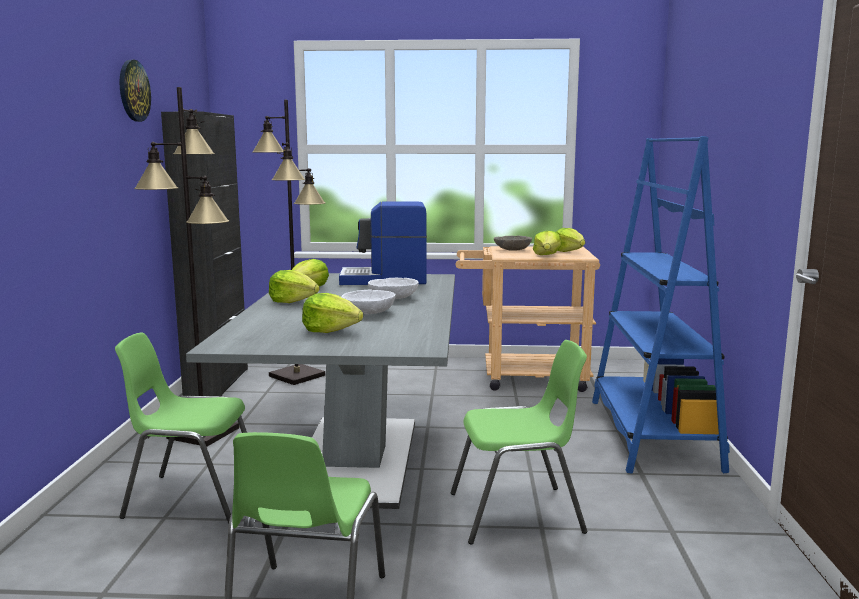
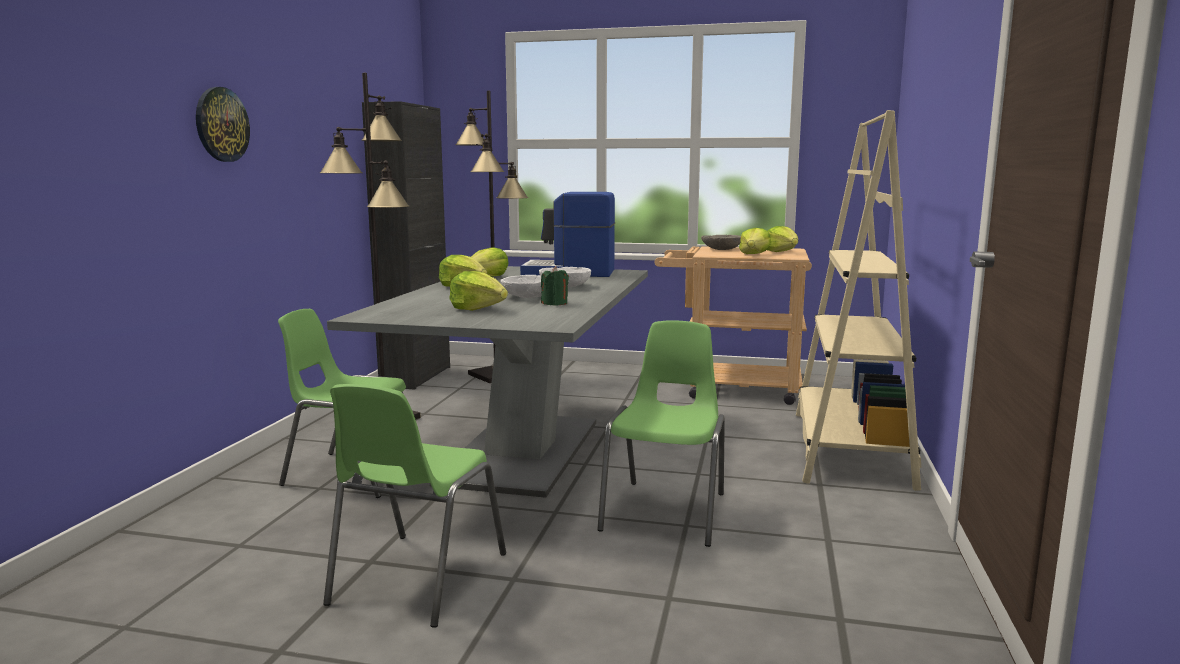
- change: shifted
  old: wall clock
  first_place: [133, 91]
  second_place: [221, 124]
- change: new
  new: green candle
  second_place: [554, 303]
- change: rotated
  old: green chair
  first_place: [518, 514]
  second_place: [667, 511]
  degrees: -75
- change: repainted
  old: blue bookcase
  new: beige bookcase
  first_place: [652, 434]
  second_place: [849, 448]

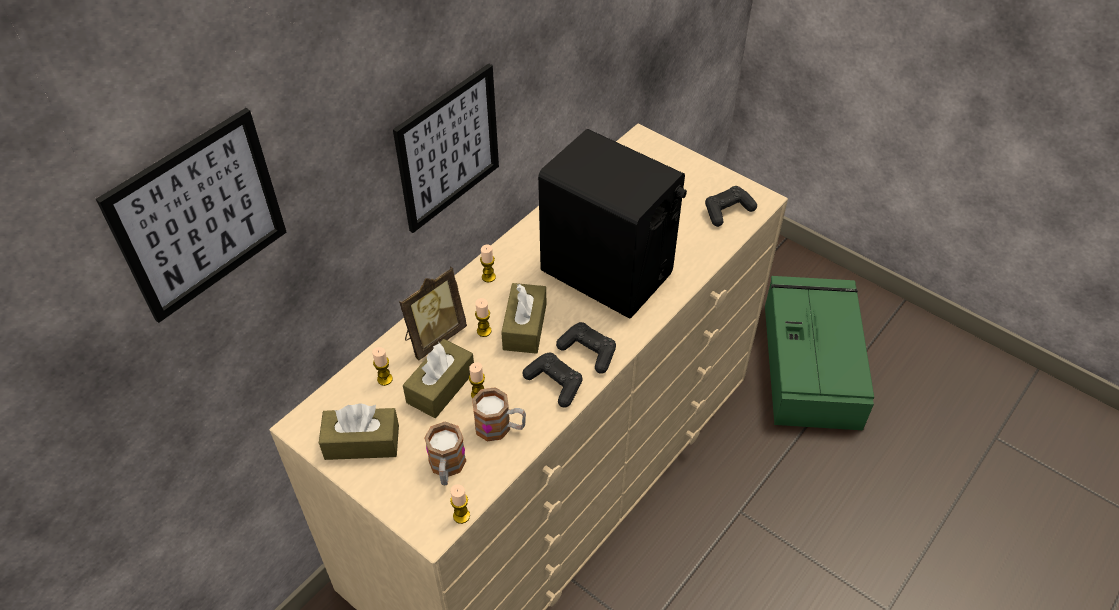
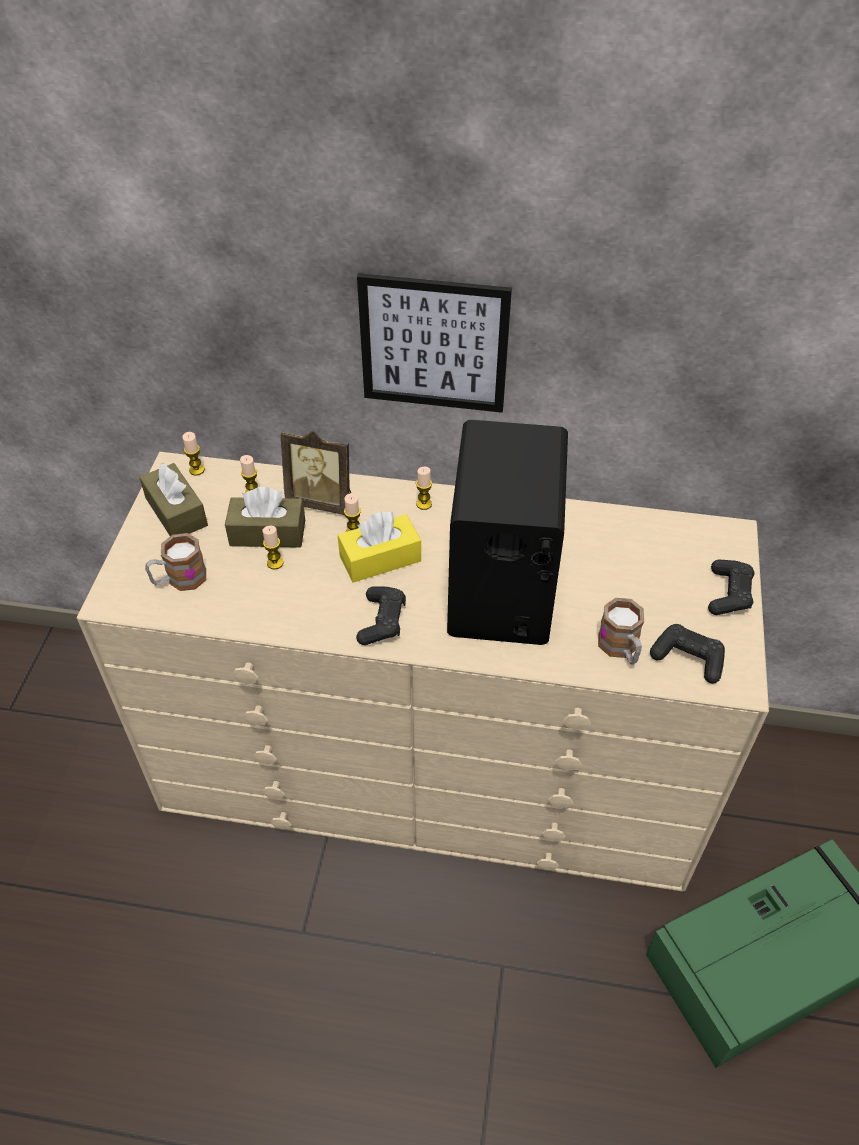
- change: shifted
  old: candle
  first_place: [461, 516]
  second_place: [196, 470]
- change: repainted
  old: brown tissue box
  new: yellow tissue box
  first_place: [525, 327]
  second_place: [380, 558]
- change: shifted
  old: mug
  first_place: [500, 427]
  second_place: [621, 649]
- change: shifted
  old: black game controller
  first_place: [554, 383]
  second_place: [729, 594]
- change: gone
  old: picture
  first_place: [199, 216]

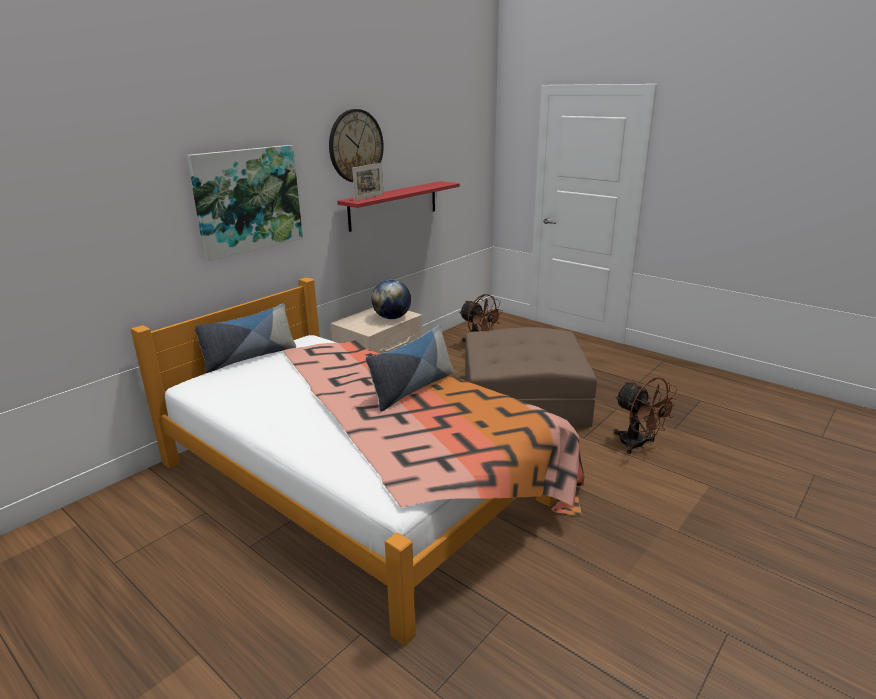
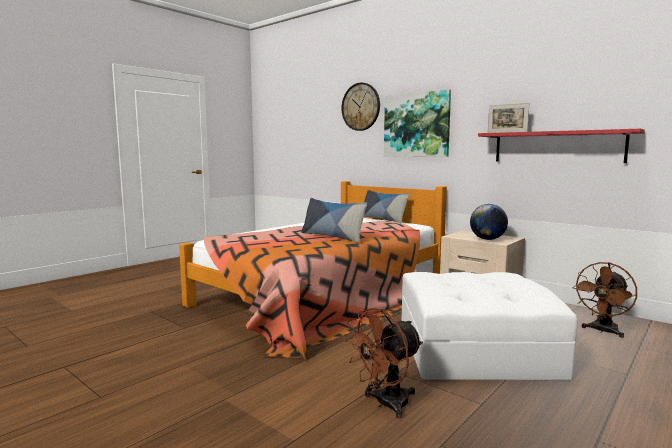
- change: shifted
  old: wall clock
  first_place: [356, 146]
  second_place: [361, 107]
- change: repainted
  old: brown ottoman
  new: white ottoman
  first_place: [523, 398]
  second_place: [475, 347]

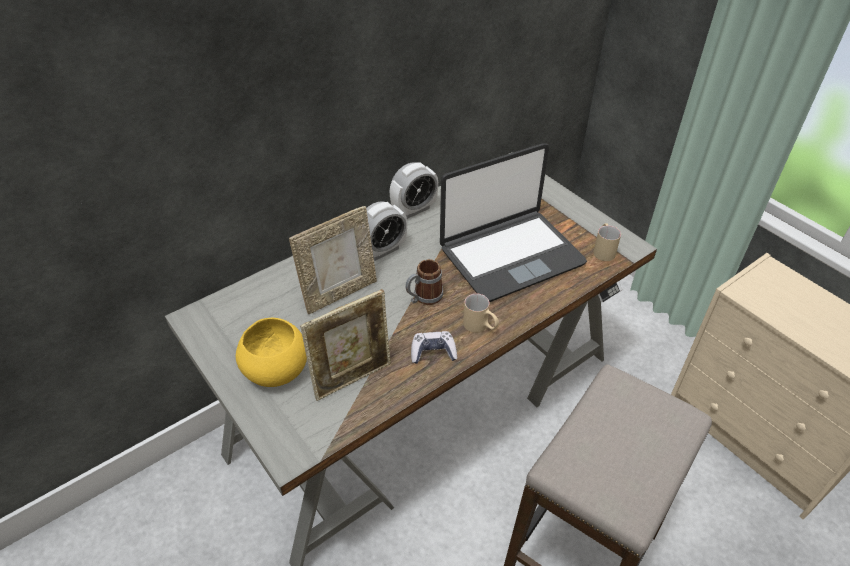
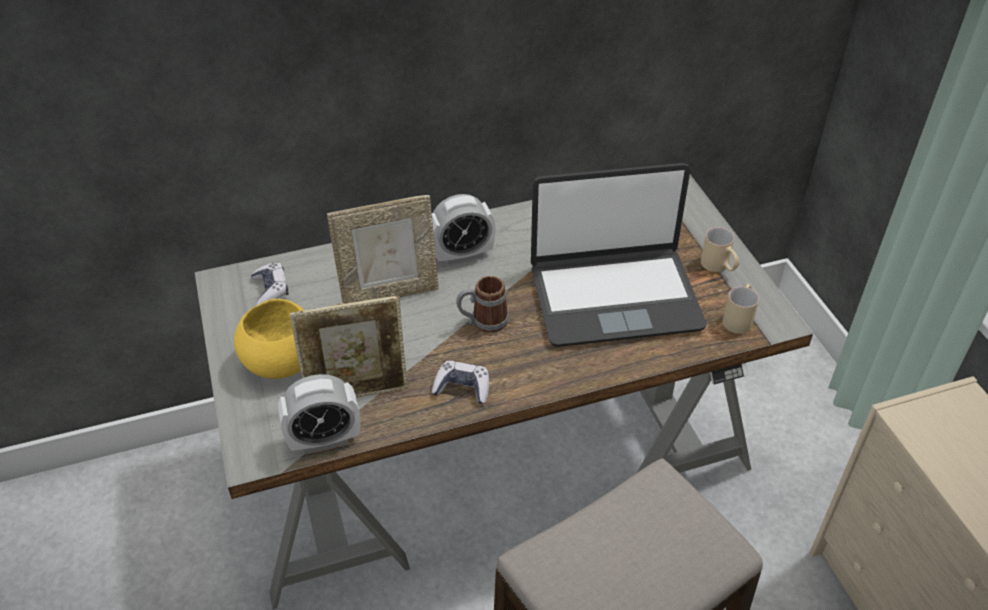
- change: new
  new: game controller
  second_place: [271, 290]
- change: shifted
  old: alarm clock
  first_place: [414, 210]
  second_place: [325, 439]
- change: shifted
  old: beige mug
  first_place: [480, 327]
  second_place: [719, 267]

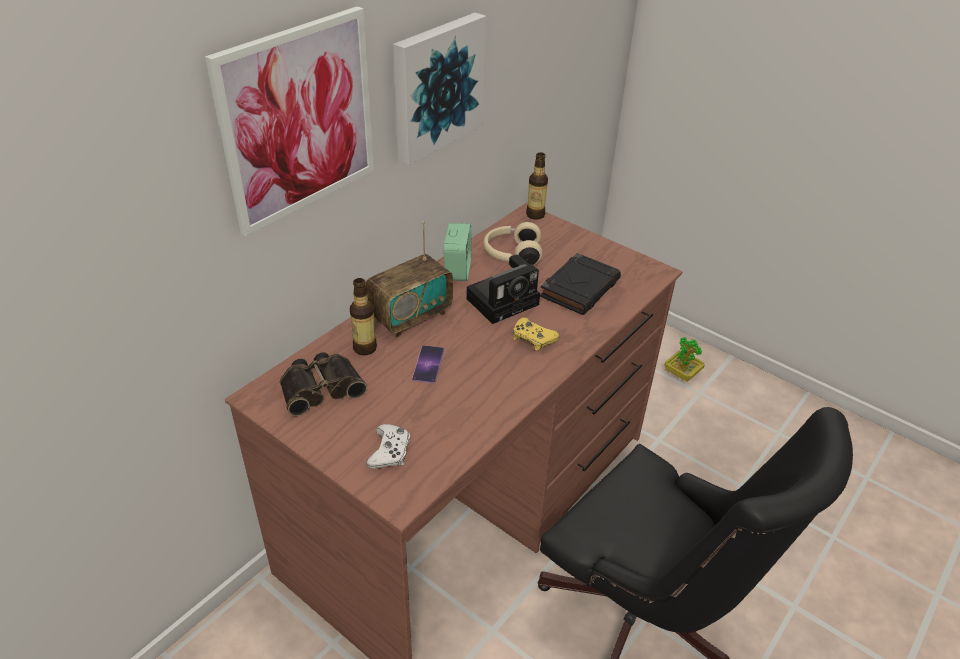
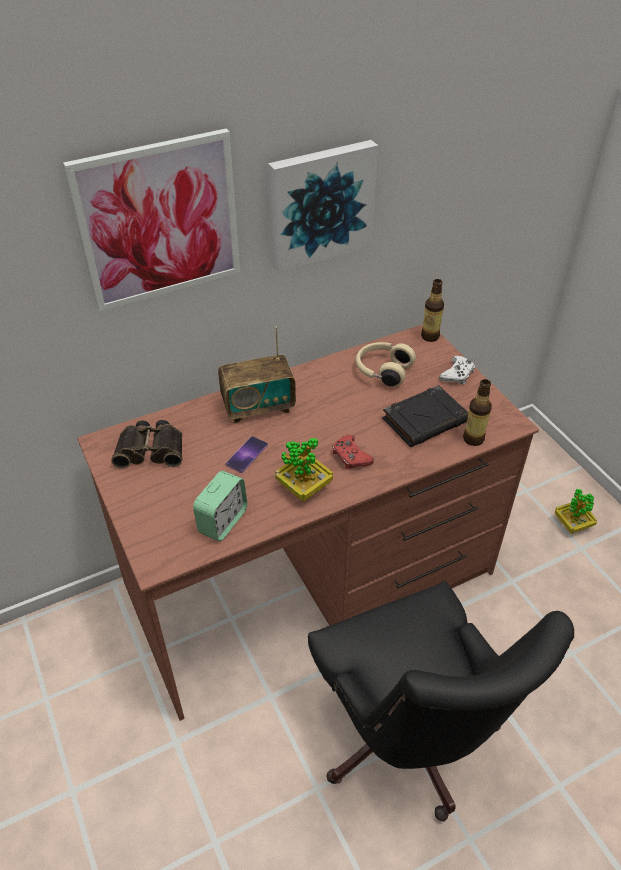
- change: shifted
  old: alarm clock
  first_place: [457, 270]
  second_place: [222, 521]
- change: new
  new: potted plant
  second_place: [304, 487]
- change: repainted
  old: yellow game controller
  new: red game controller
  first_place: [533, 338]
  second_place: [350, 456]
- change: shifted
  old: white game controller
  first_place: [390, 451]
  second_place: [457, 374]
- change: shifted
  old: bottle
  first_place: [365, 348]
  second_place: [473, 439]
- change: gone
  old: photo camera
  first_place: [504, 300]

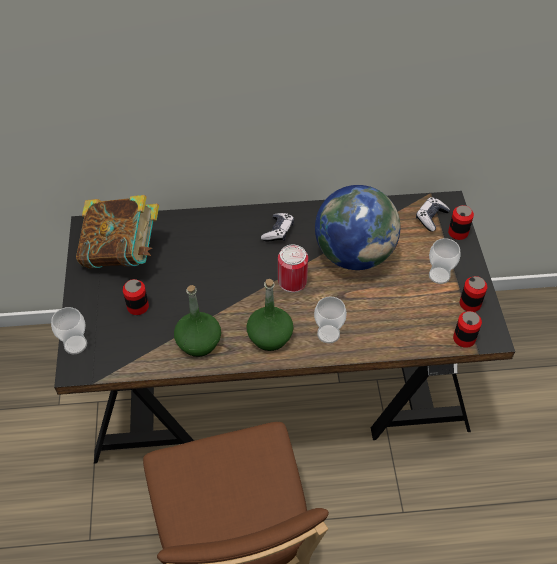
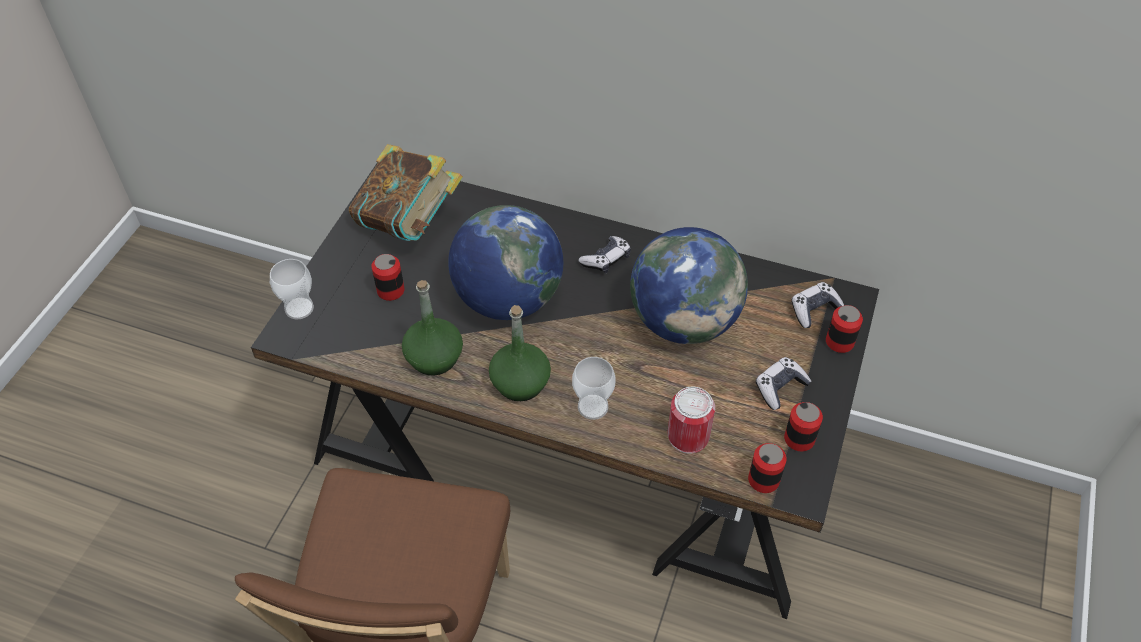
- change: new
  new: globe
  second_place: [508, 299]
- change: shifted
  old: can
  first_place: [292, 281]
  second_place: [688, 436]
- change: swapped
  old: cup
  new: game controller
  first_place: [439, 275]
  second_place: [780, 387]

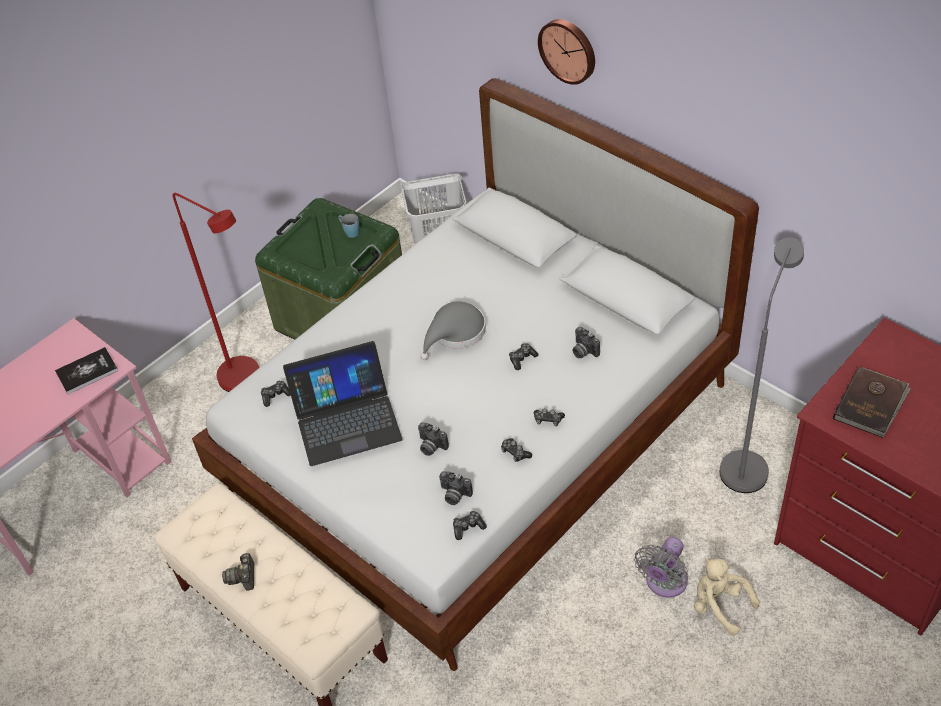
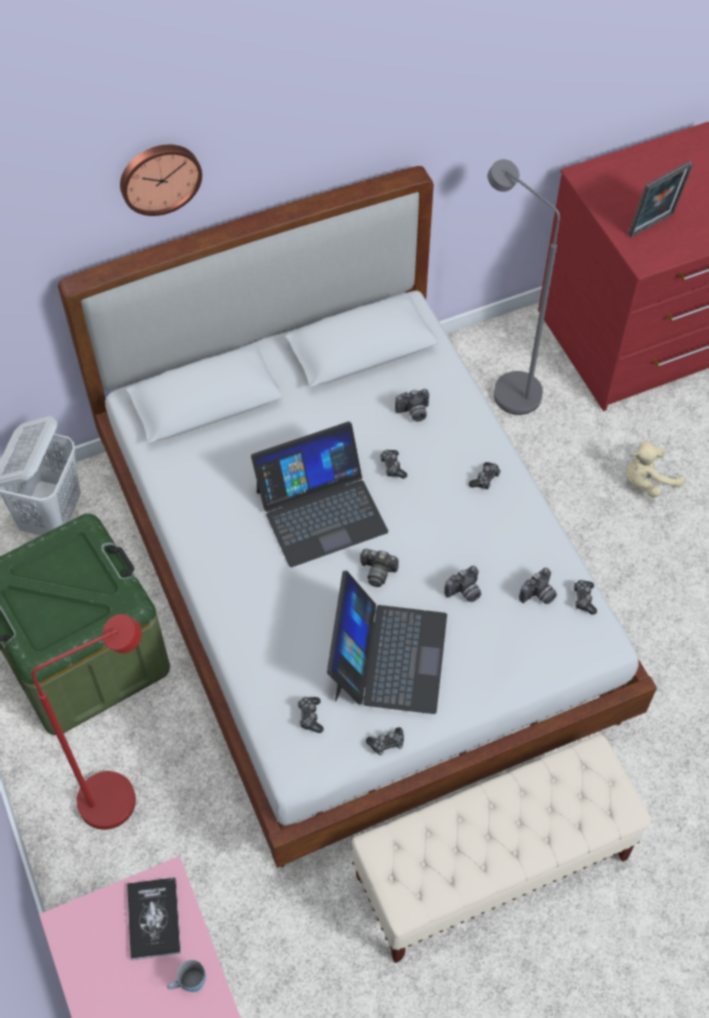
- change: shifted
  old: blue mug
  first_place: [349, 232]
  second_place: [188, 984]
- change: swapped
  old: grey hat
  new: laptop
  first_place: [455, 333]
  second_place: [321, 510]
- change: shifted
  old: photo camera
  first_place: [243, 577]
  second_place: [378, 571]
- change: shifted
  old: game controller
  first_place: [515, 453]
  second_place: [387, 743]
- change: swapped
  old: brown book
  new: picture frame
  first_place: [871, 404]
  second_place: [653, 226]
- change: gone
  old: grey fan
  first_place: [664, 583]

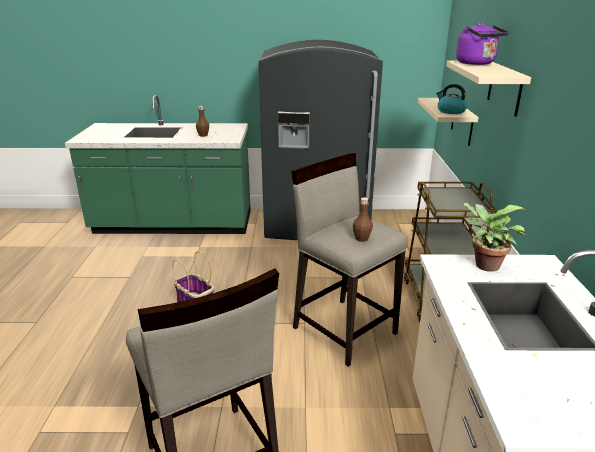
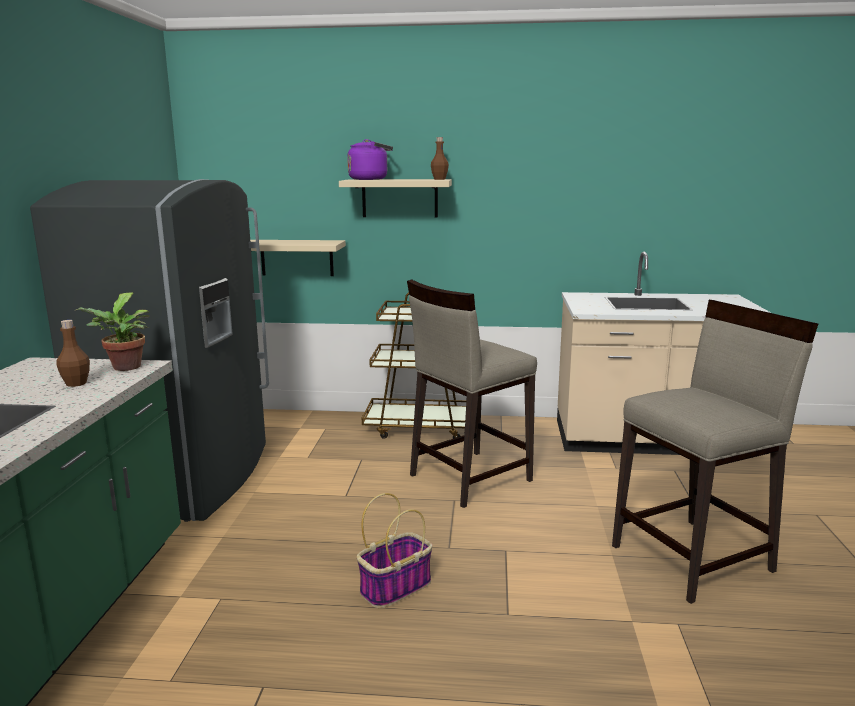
- change: shifted
  old: potted plant
  first_place: [483, 265]
  second_place: [124, 368]
- change: shifted
  old: brown bottle
  first_place: [362, 239]
  second_place: [439, 179]
- change: gone
  old: kettle
  first_place: [450, 111]

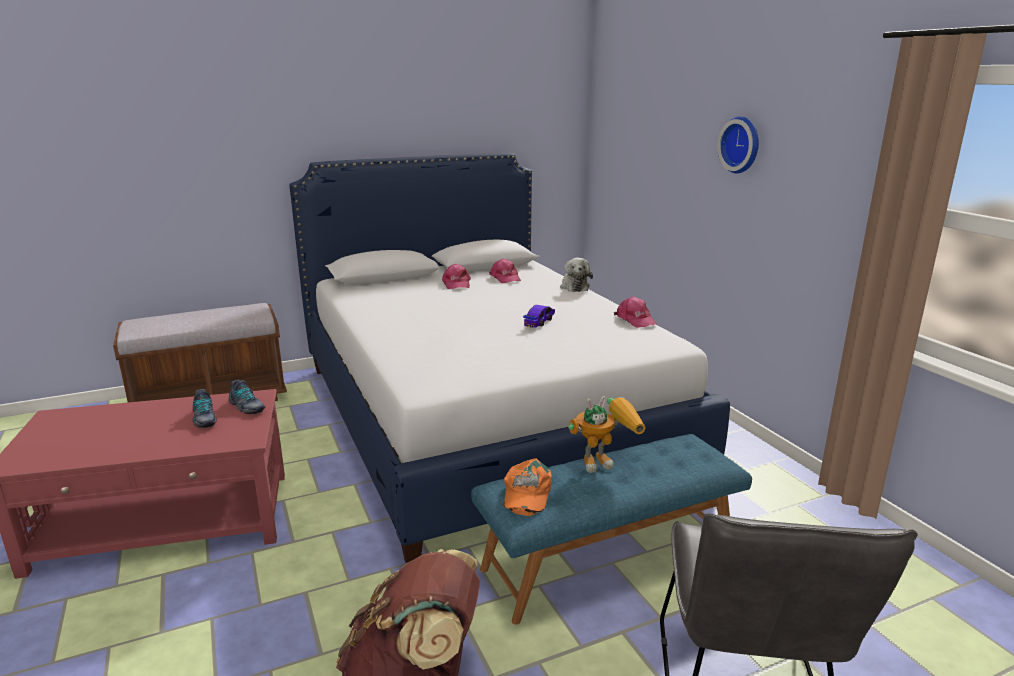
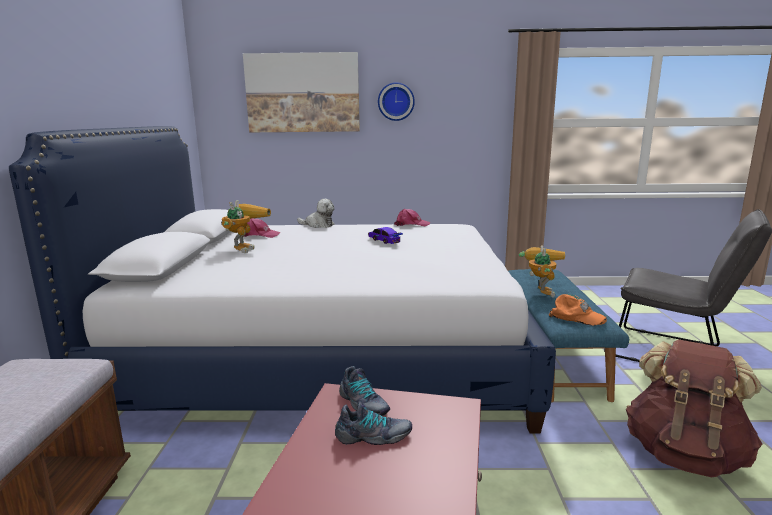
- change: swapped
  old: pink cap
  new: toy robot
  first_place: [456, 284]
  second_place: [245, 248]
- change: new
  new: picture
  second_place: [303, 93]
- change: rotated
  old: shoe
  first_place: [246, 407]
  second_place: [363, 404]
  degrees: 75

